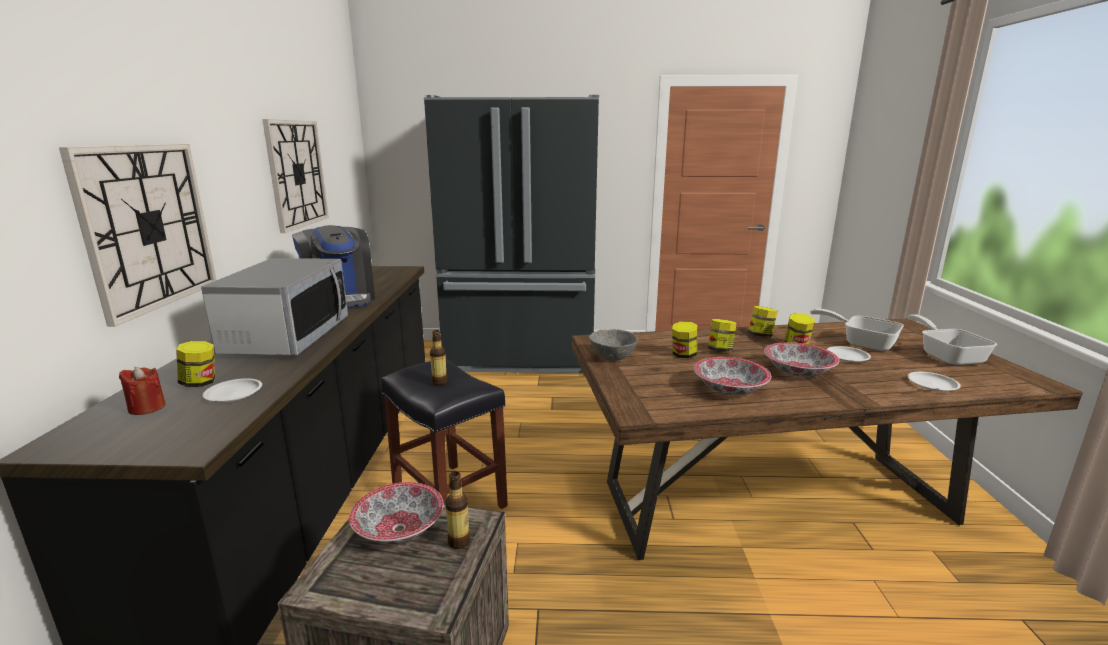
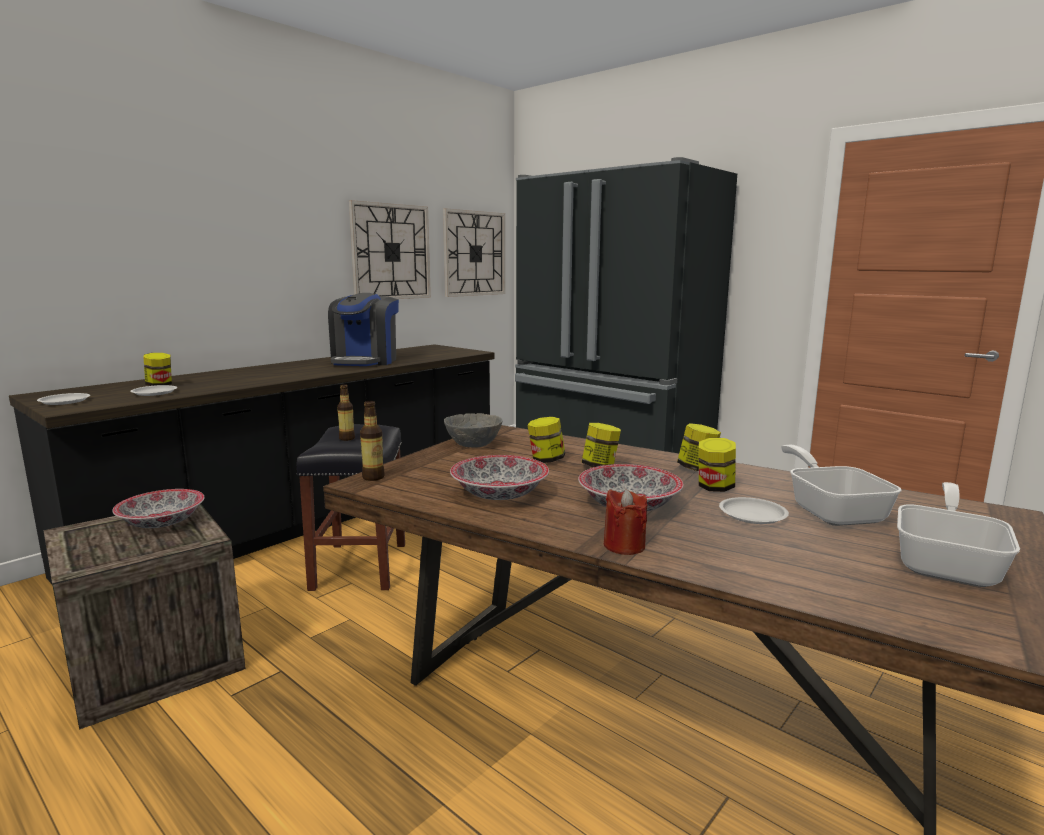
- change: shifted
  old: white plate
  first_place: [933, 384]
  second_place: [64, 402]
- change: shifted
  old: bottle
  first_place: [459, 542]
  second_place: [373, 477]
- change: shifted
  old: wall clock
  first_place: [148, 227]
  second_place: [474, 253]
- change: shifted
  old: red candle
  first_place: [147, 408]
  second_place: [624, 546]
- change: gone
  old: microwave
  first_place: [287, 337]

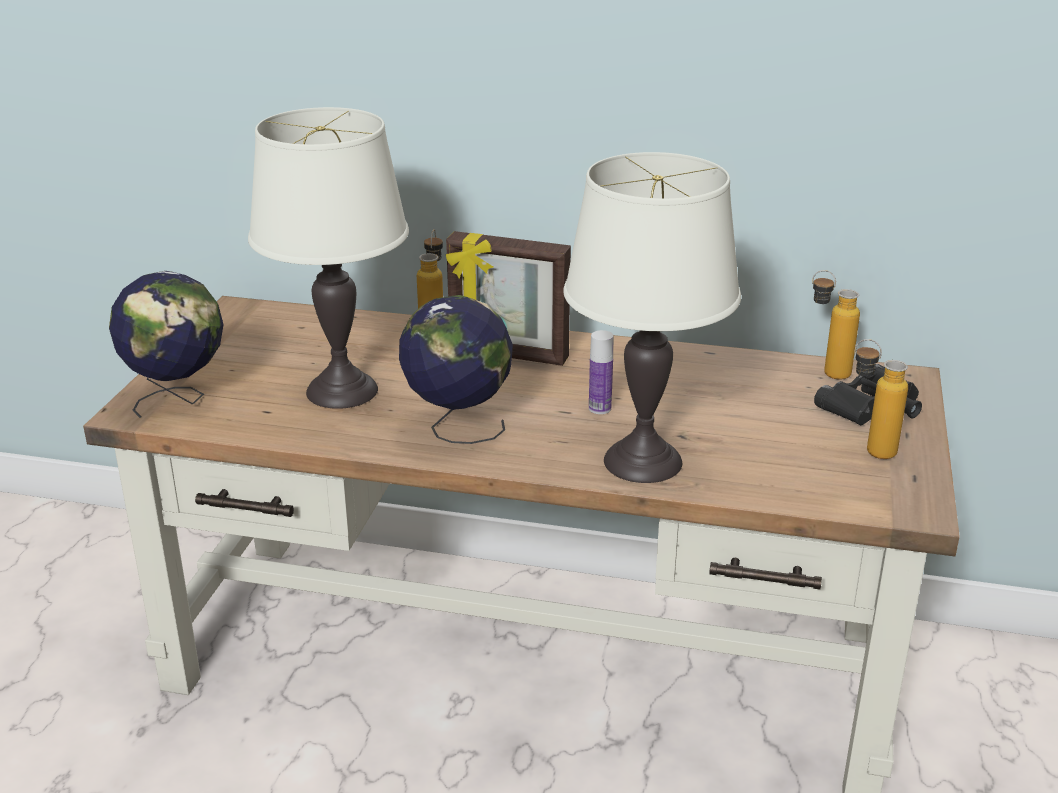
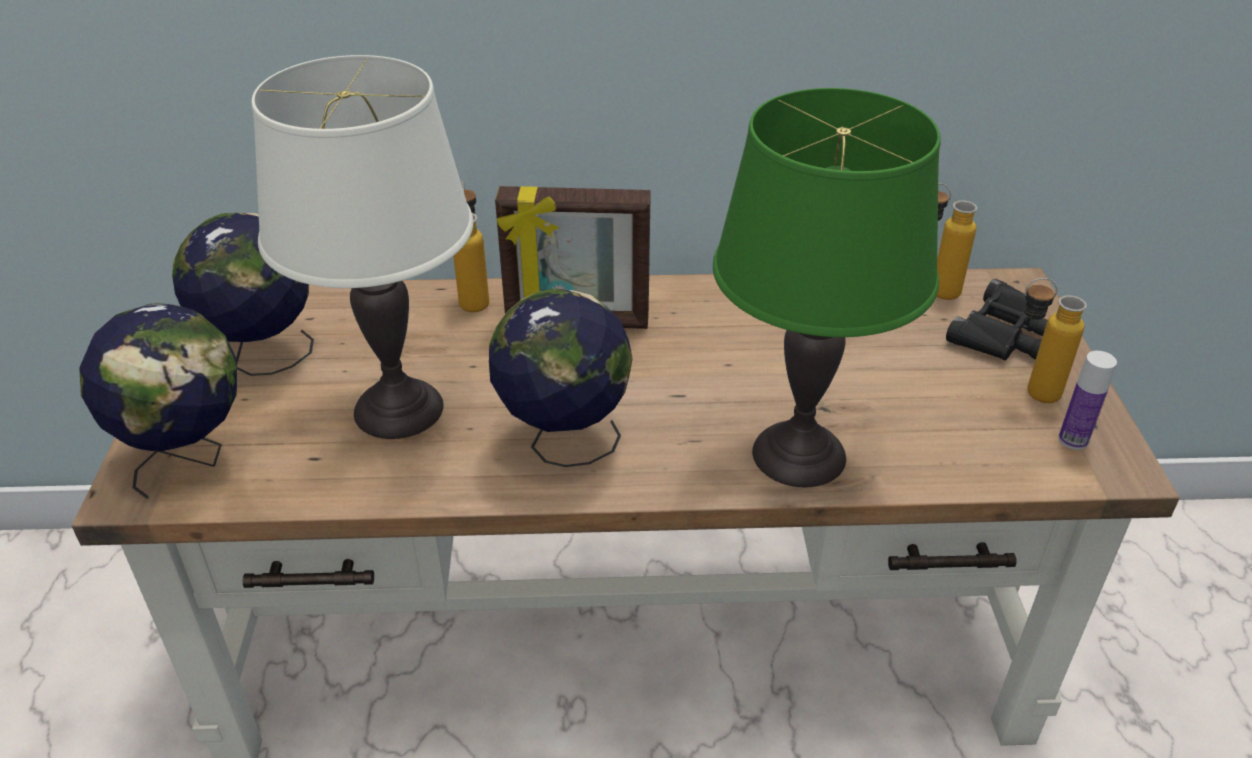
- change: new
  new: globe
  second_place: [263, 357]
- change: repainted
  old: white table lamp
  new: green table lamp
  first_place: [643, 461]
  second_place: [799, 454]
- change: shifted
  old: bottle
  first_place: [599, 408]
  second_place: [1073, 440]

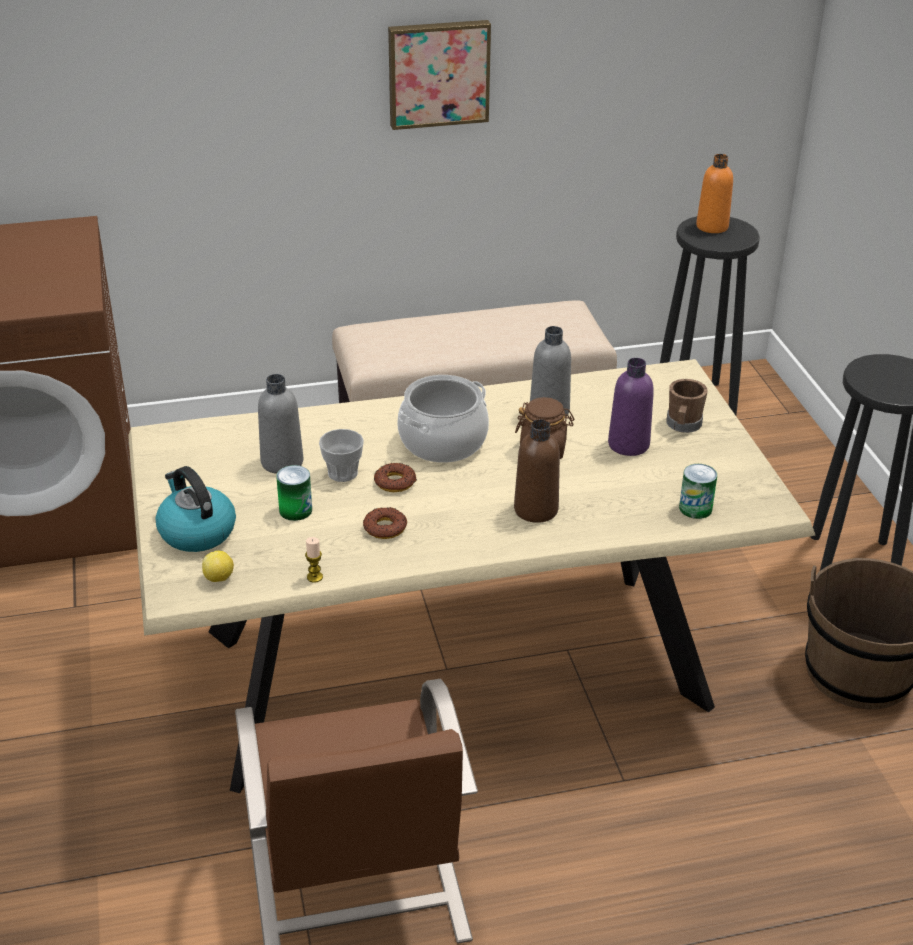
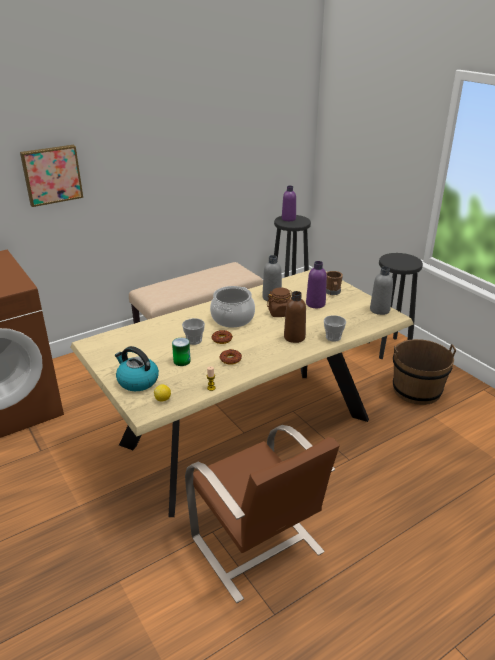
- change: shifted
  old: picture
  first_place: [438, 73]
  second_place: [51, 175]
- change: repainted
  old: orange bottle
  new: purple bottle
  first_place: [712, 226]
  second_place: [288, 219]
- change: new
  new: cup
  second_place: [333, 337]
- change: shifted
  old: grey bottle
  first_place: [282, 462]
  second_place: [379, 310]
- change: gone
  old: can
  first_place: [695, 508]

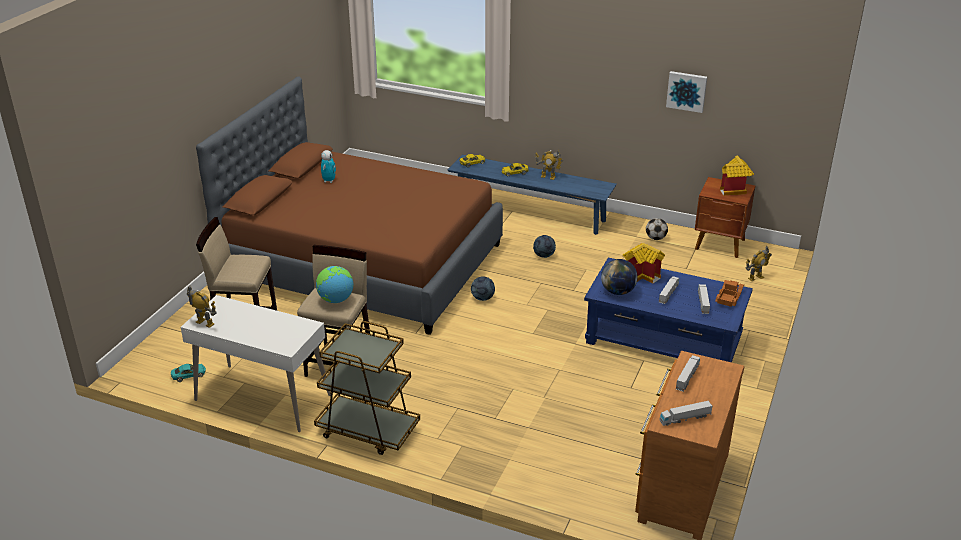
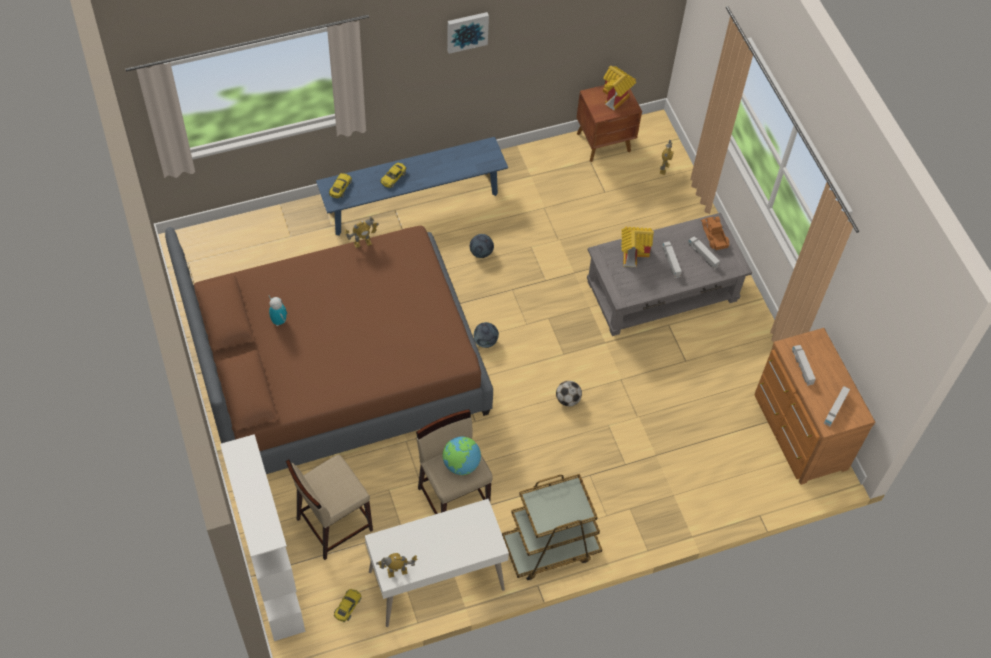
- change: new
  new: white bookcase
  second_place: [274, 584]
- change: repainted
  old: turquoise toy car
  new: yellow toy car
  first_place: [189, 375]
  second_place: [347, 606]
- change: shifted
  old: toy robot
  first_place: [548, 177]
  second_place: [362, 243]
- change: shifted
  old: picture
  first_place: [686, 91]
  second_place: [467, 31]
- change: shifted
  old: football
  first_place: [655, 238]
  second_place: [568, 399]
- change: repainted
  old: blue coffee table
  new: grey coffee table
  first_place: [662, 339]
  second_place: [661, 291]
- change: gone
  old: globe
  first_place: [618, 291]

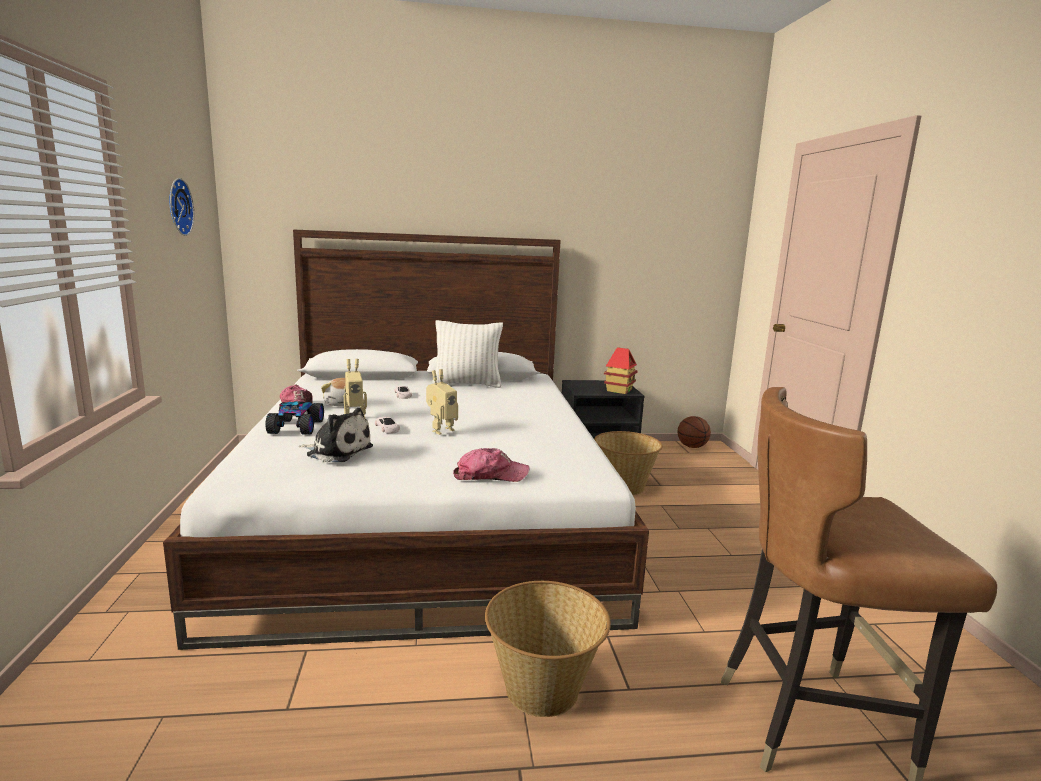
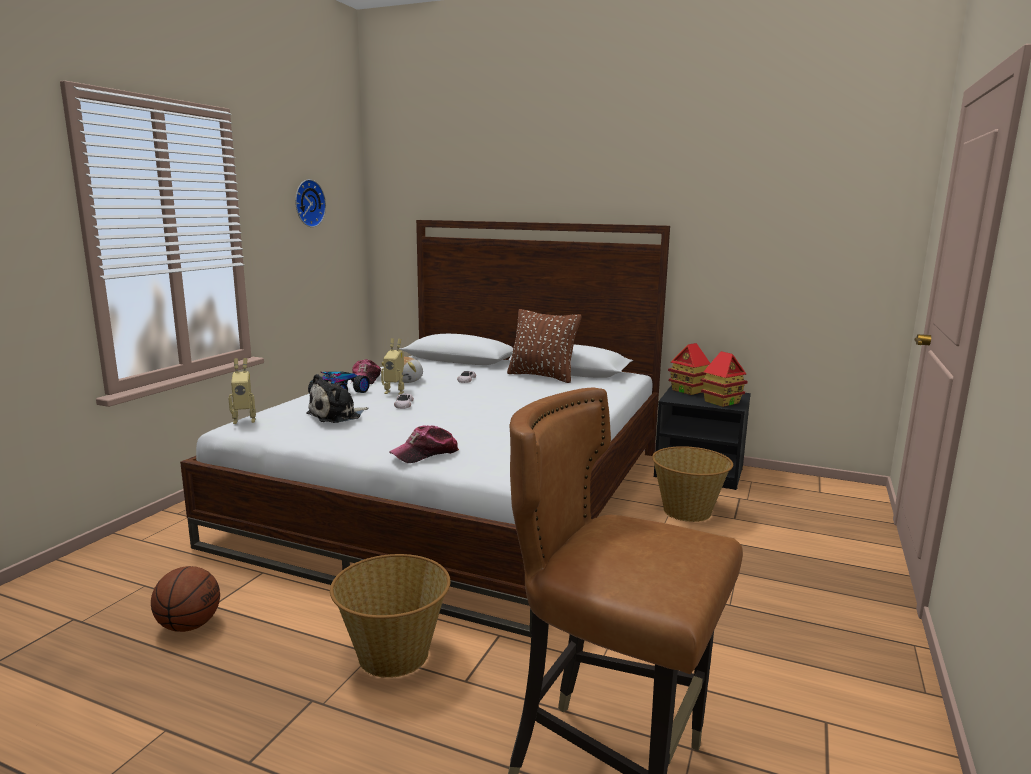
- change: shifted
  old: basketball
  first_place: [691, 446]
  second_place: [189, 625]
- change: shifted
  old: toy robot
  first_place: [440, 430]
  second_place: [244, 420]
- change: rotated
  old: plush toy
  first_place: [337, 451]
  second_place: [337, 415]
  degrees: 90
- change: rotated
  old: cap
  first_place: [490, 475]
  second_place: [425, 454]
  degrees: 120
- change: repainted
  old: white pillow
  new: brown pillow
  first_place: [467, 384]
  second_place: [542, 376]
- change: new
  new: toy house
  second_place: [688, 391]

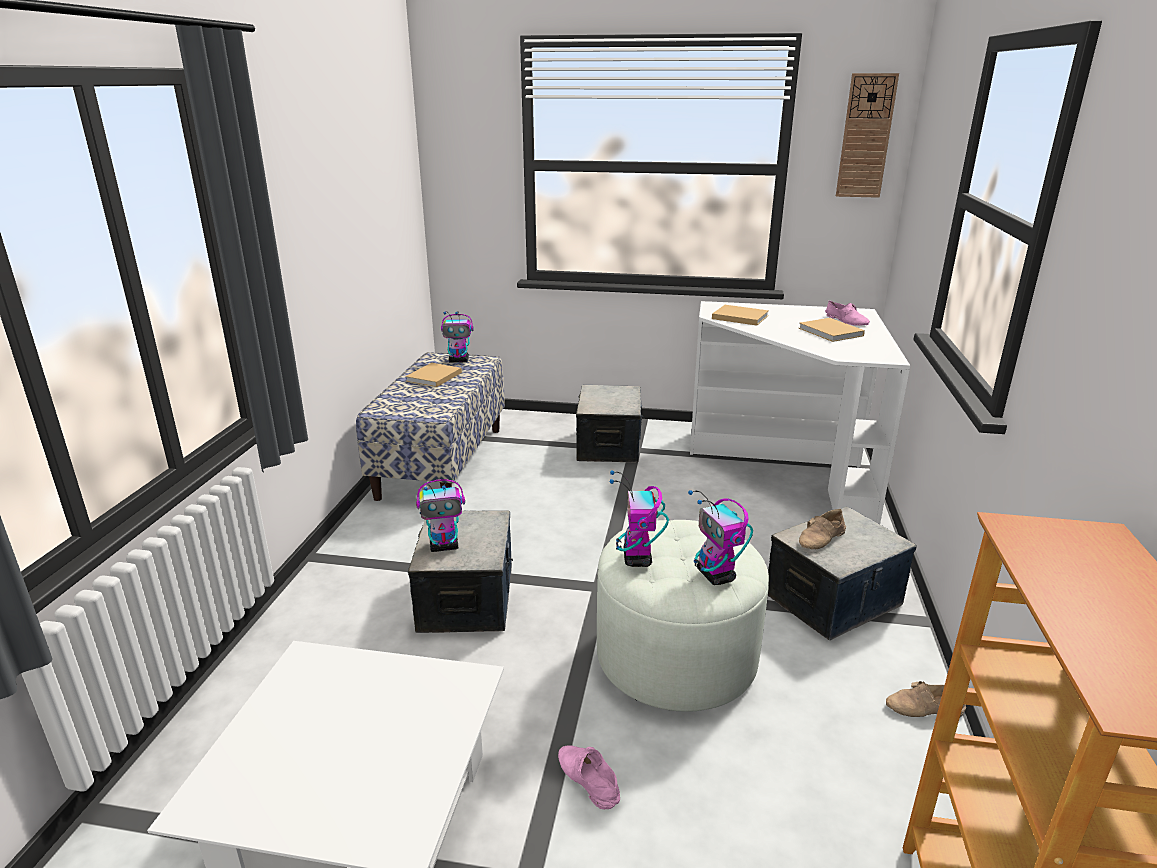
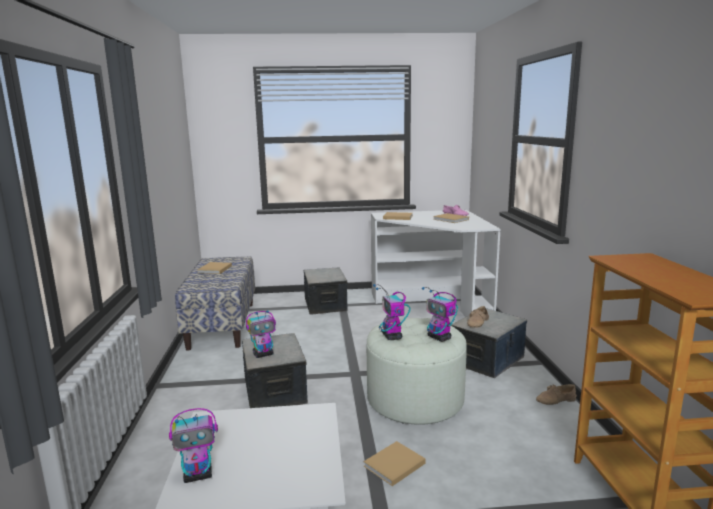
- change: shifted
  old: toy robot
  first_place: [459, 361]
  second_place: [198, 475]
- change: swapped
  old: pink shoe
  new: beige book
  first_place: [587, 780]
  second_place: [393, 465]
- change: gone
  old: wall clock
  first_place: [865, 136]

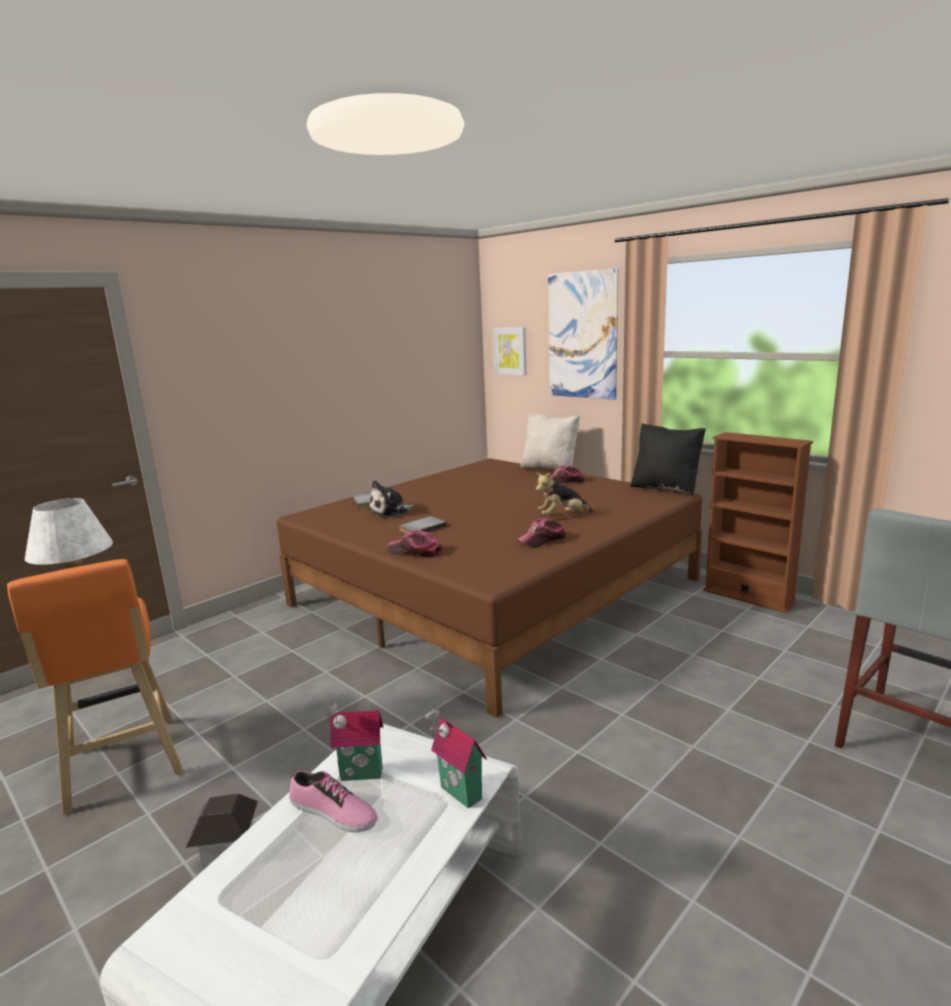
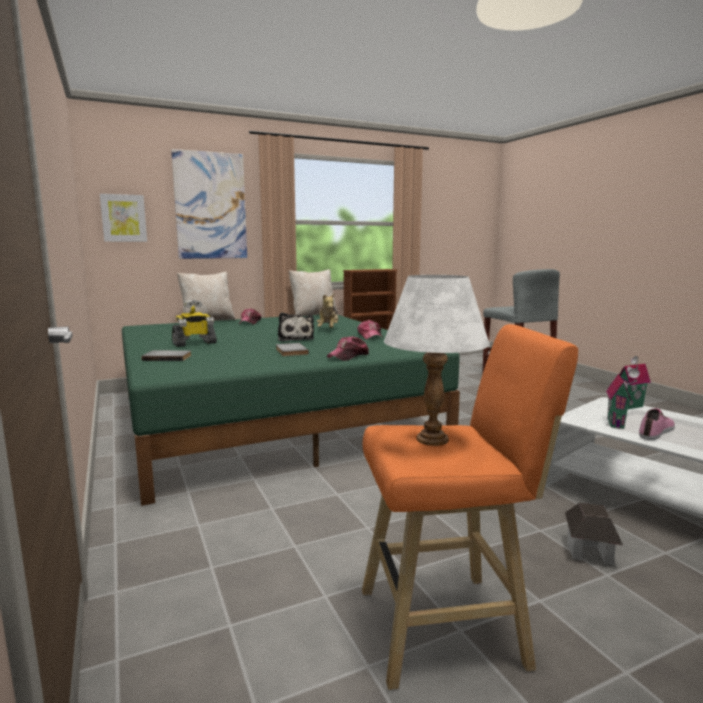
- change: repainted
  old: brown bed
  new: green bed
  first_place: [494, 592]
  second_place: [271, 417]
- change: new
  new: toy robot
  second_place: [194, 343]
- change: shifted
  old: plush toy
  first_place: [391, 511]
  second_place: [295, 339]
- change: repainted
  old: black pillow
  new: beige pillow
  first_place: [665, 488]
  second_place: [313, 314]

